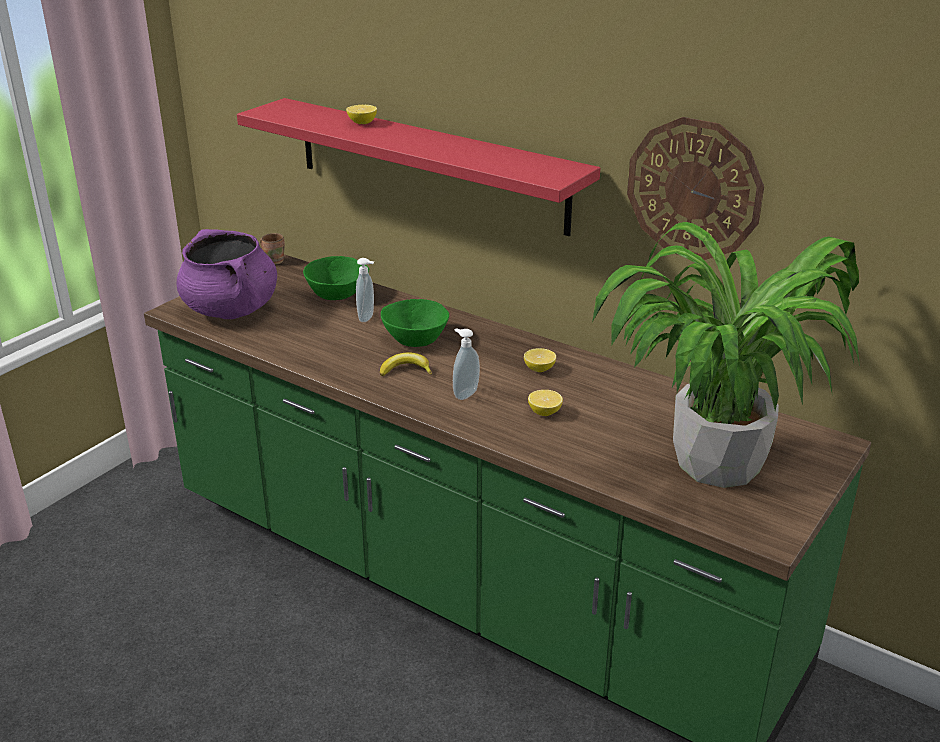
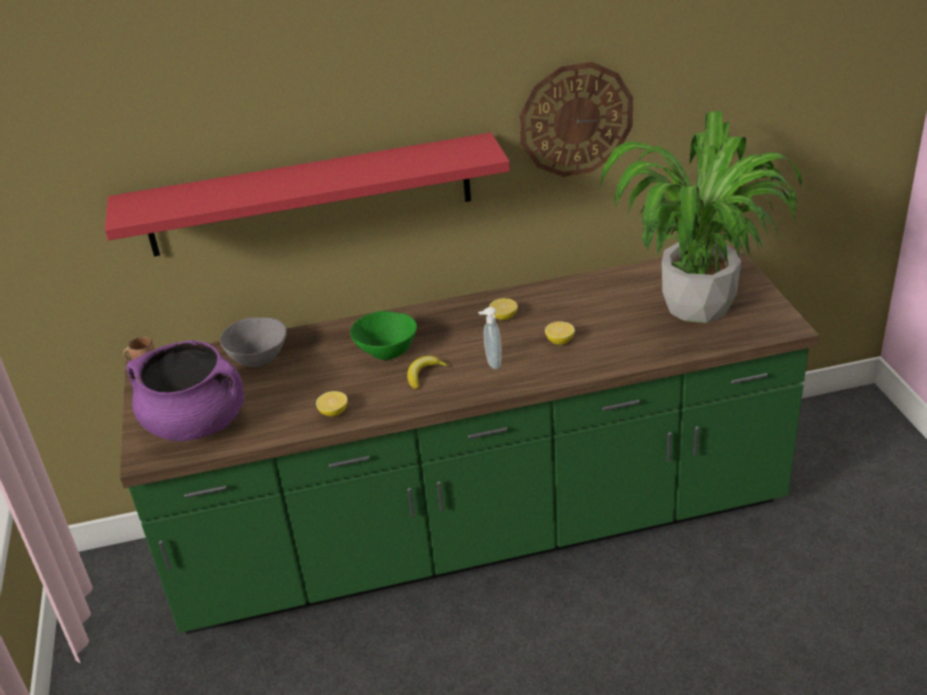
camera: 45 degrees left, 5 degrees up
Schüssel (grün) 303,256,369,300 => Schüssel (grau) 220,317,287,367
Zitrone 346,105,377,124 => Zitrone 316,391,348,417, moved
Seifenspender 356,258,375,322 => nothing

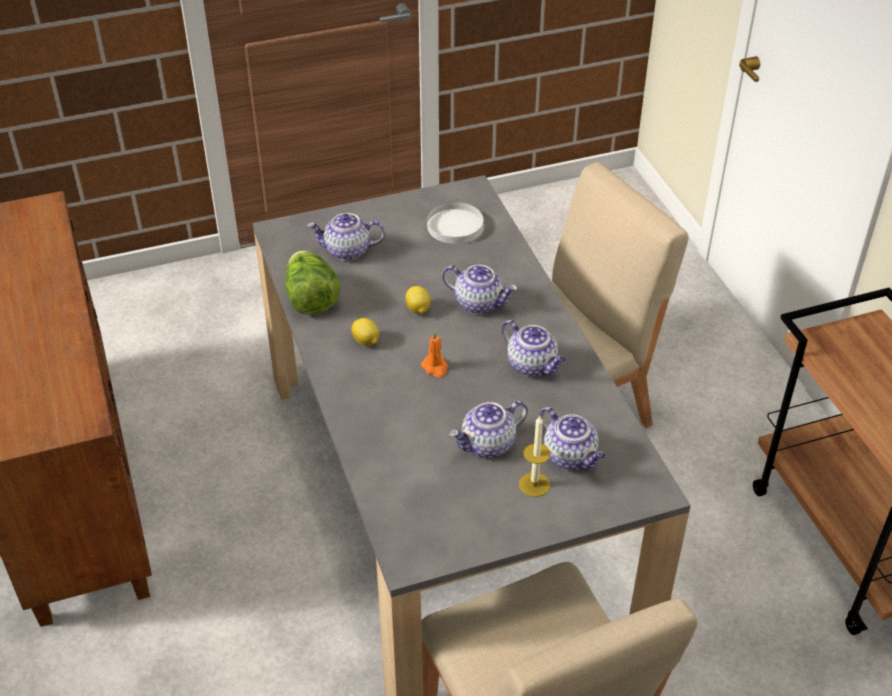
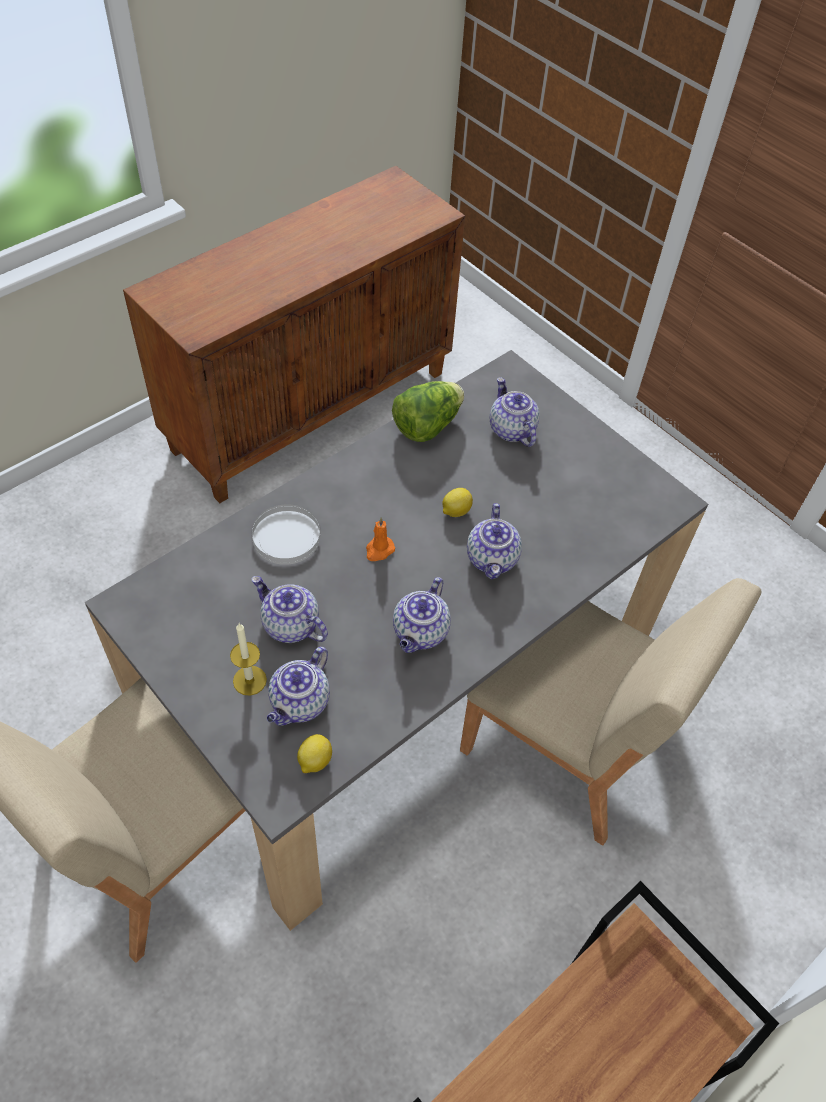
camera: 65 degrees right, 10 degrees up
Zitrone 351,318,379,346 => Zitrone 297,734,332,773, moved
Teller (weiß) 427,202,483,244 => Teller (weiß) 252,504,320,565, moved

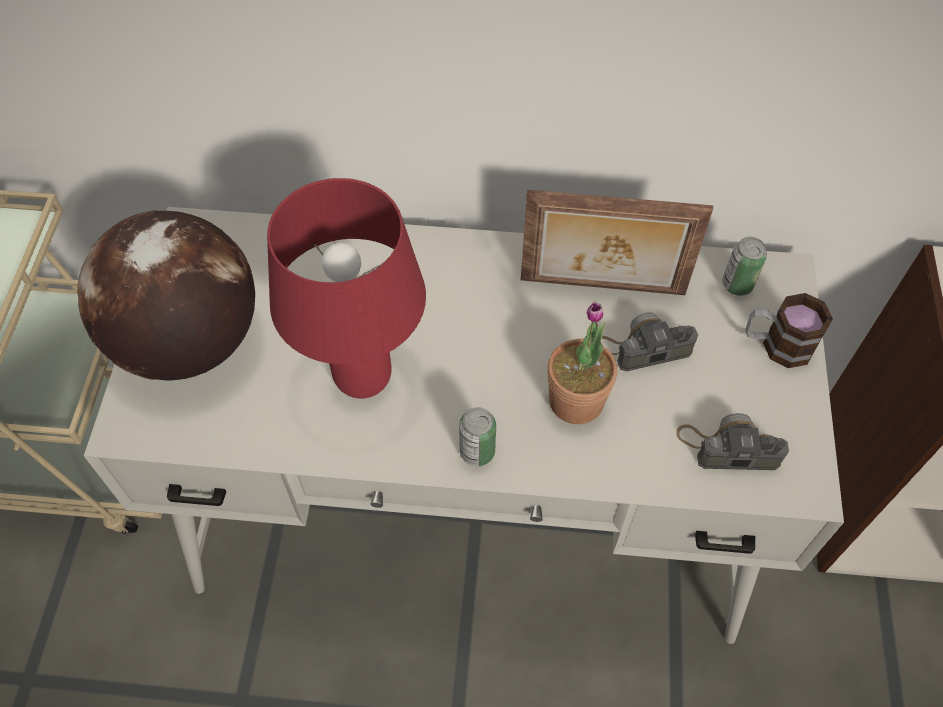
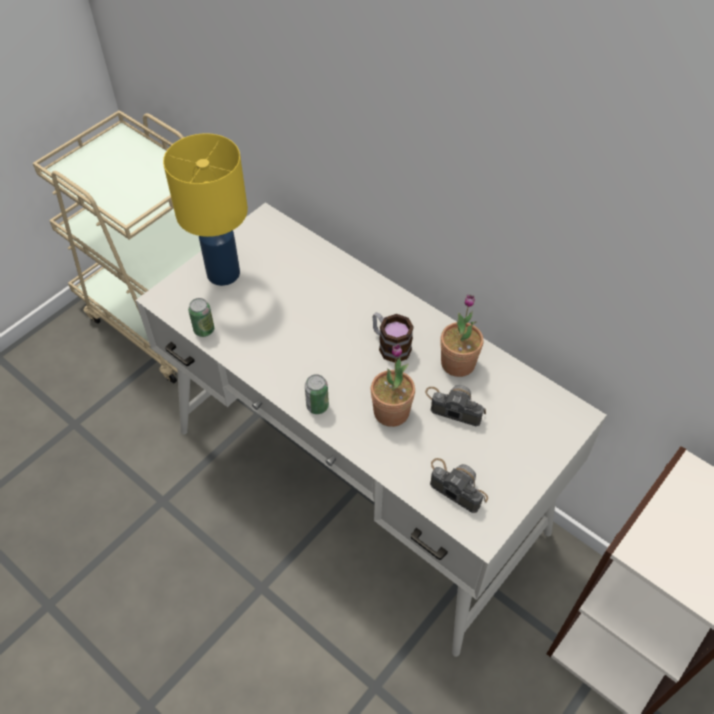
camera: 35 degrees right, 5 degrees down
Globus 77,210,255,380 => Tischlampe (gelb) 163,133,248,286
Tischlampe (rot) 267,178,426,399 => nothing
Bilderrahmen 521,190,713,295 => Topfpflanze 441,294,483,377
Dose 722,237,767,296 => Dose 188,298,214,337, moved
Henkelbecher 745,293,833,368 => Henkelbecher 372,312,414,363, moved

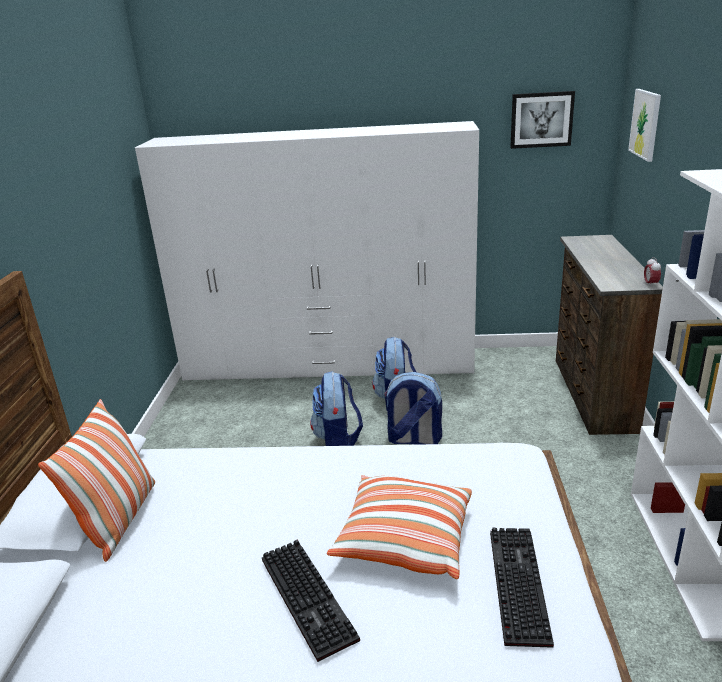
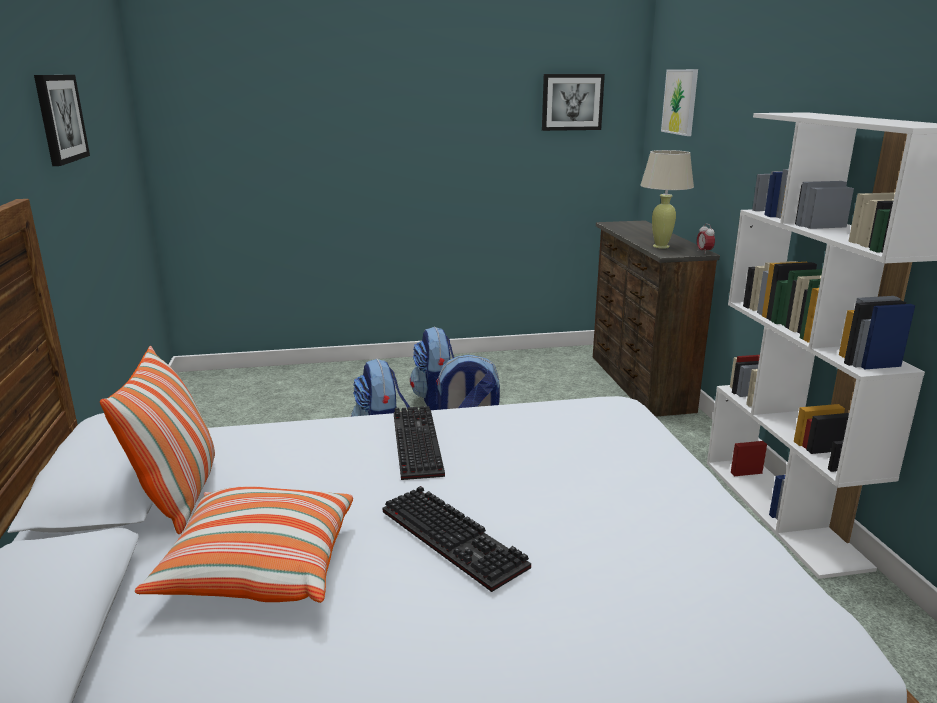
camera: 15 degrees left, 5 degrees down
Kleiderschrank (weiß) 135,121,479,381 => nothing
Kissen 327,475,472,579 => Kissen 135,486,353,603, moved
Tastatur 490,528,554,648 => Tastatur 394,406,445,480, moved
nothing => Bild 34,75,90,166
nothing => Tischlampe (beige) 640,150,694,249

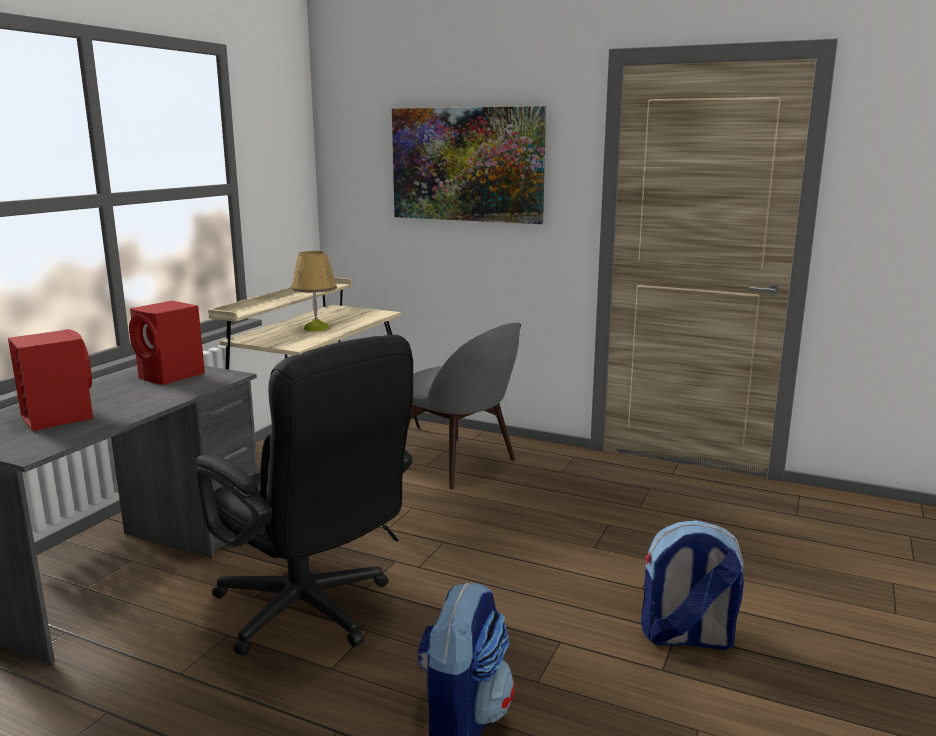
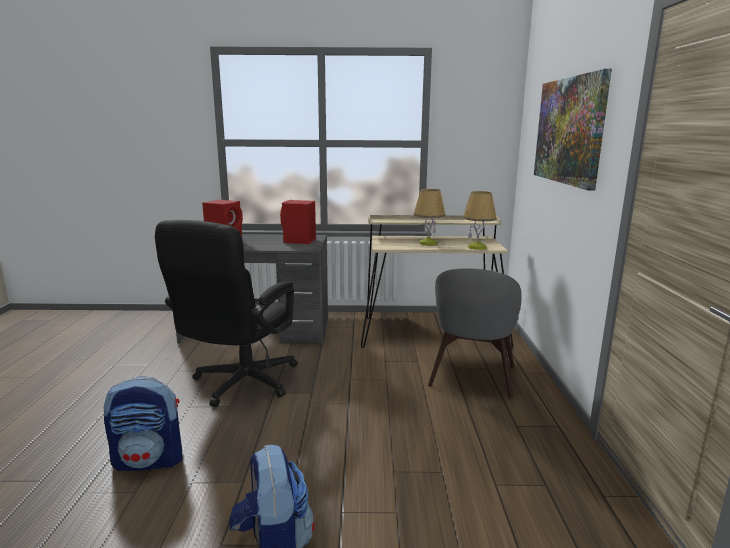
camera: 65 degrees right, 0 degrees up
nothing => Tischlampe 463,191,496,250

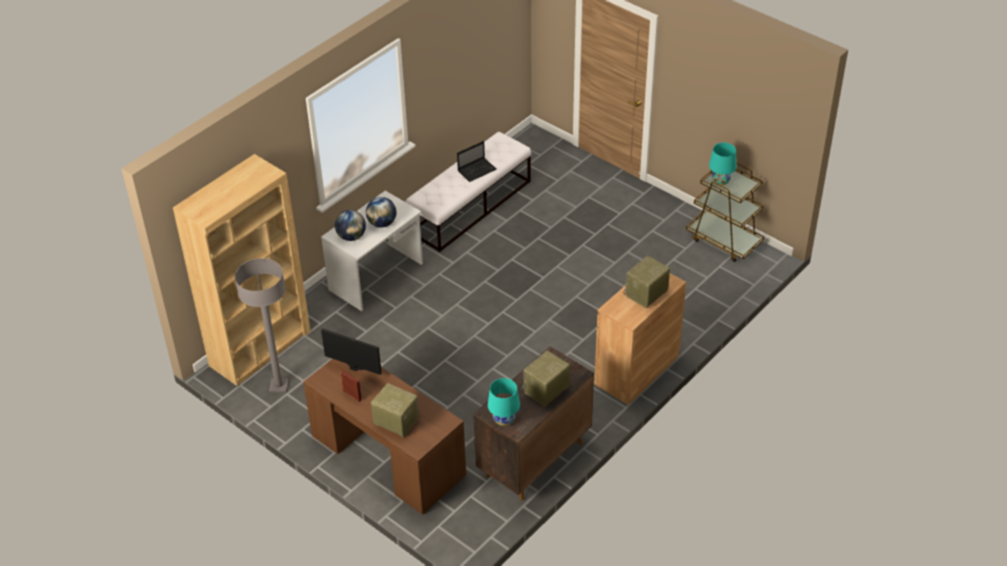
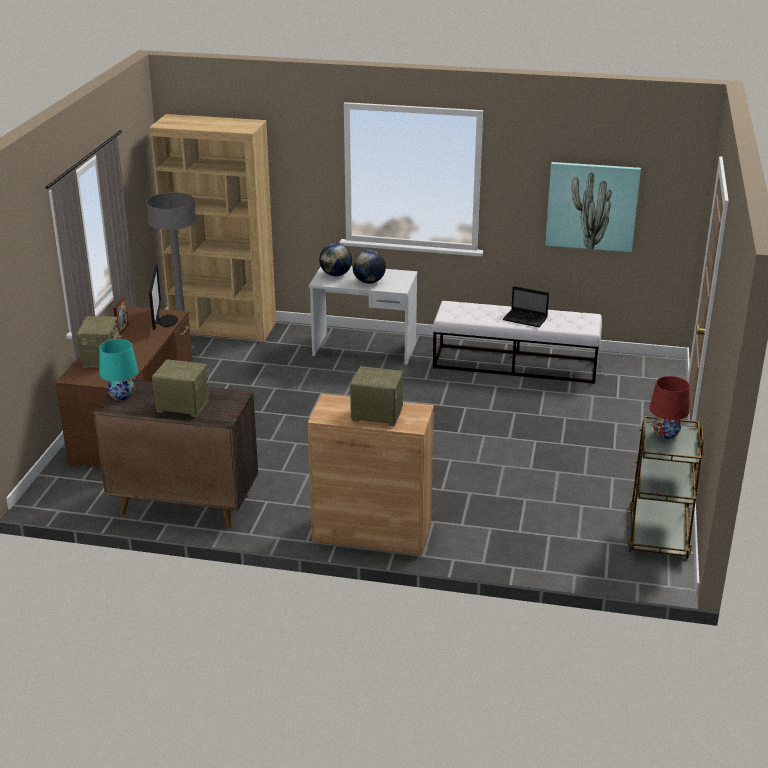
camera: 60 degrees right, 15 degrees down
Tischlampe (türkis) 709,142,736,185 => Tischlampe (rot) 649,376,690,439
nothing => Bild 545,162,641,252

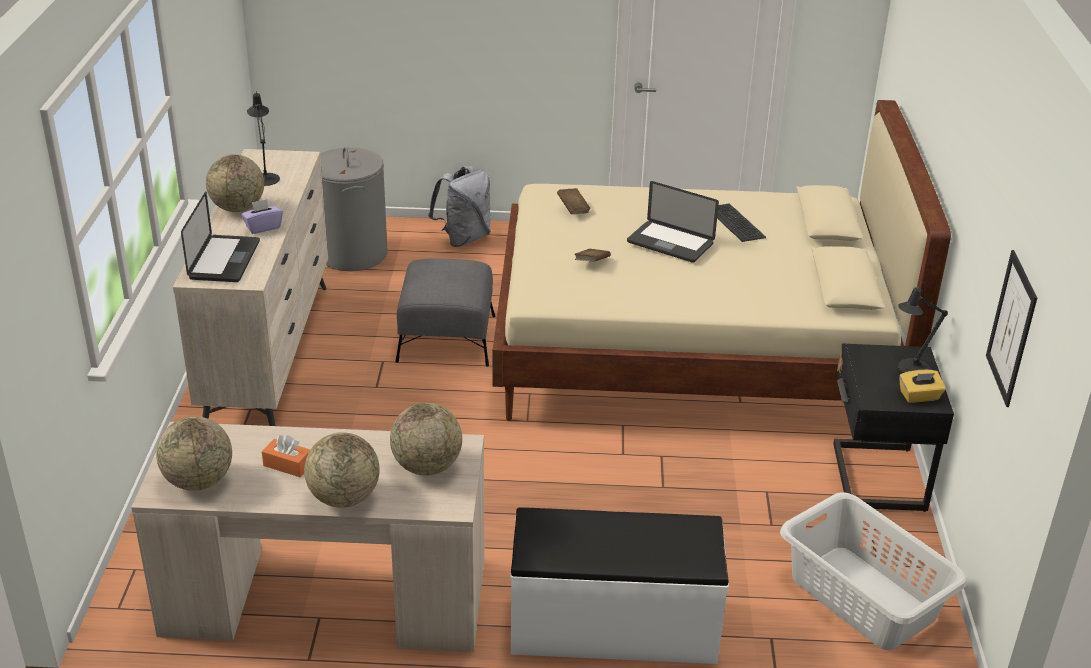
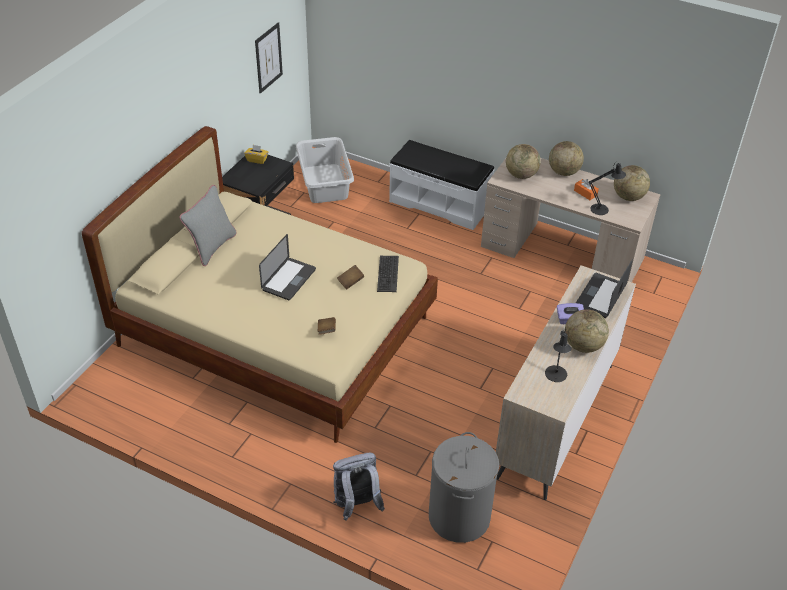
camera: 155 degrees left, 10 degrees up
Polsterhocker (grau) 395,259,496,366 => nothing
Laptop 627,181,719,263 => Laptop 259,234,316,300, 60 degrees clockwise
Tastatur 717,203,766,242 => Tastatur 377,256,399,292, moved
Tischlampe (schwarz) 898,283,948,373 => Tischlampe (schwarz) 589,161,626,215, moved
nothing => Kissen (grau) 179,185,237,266

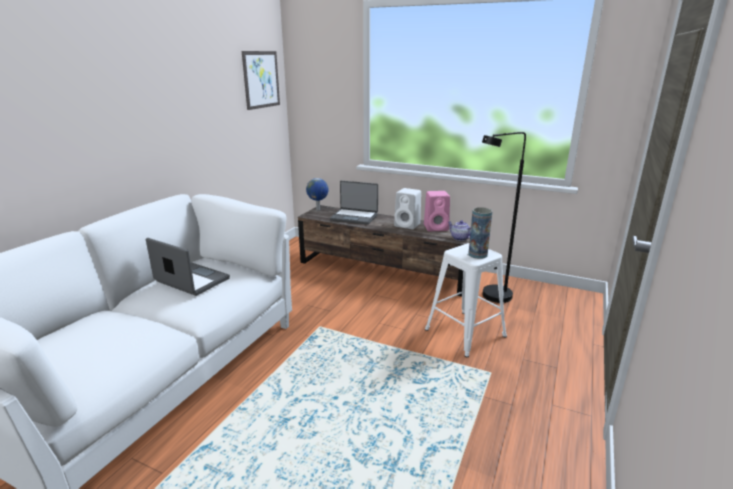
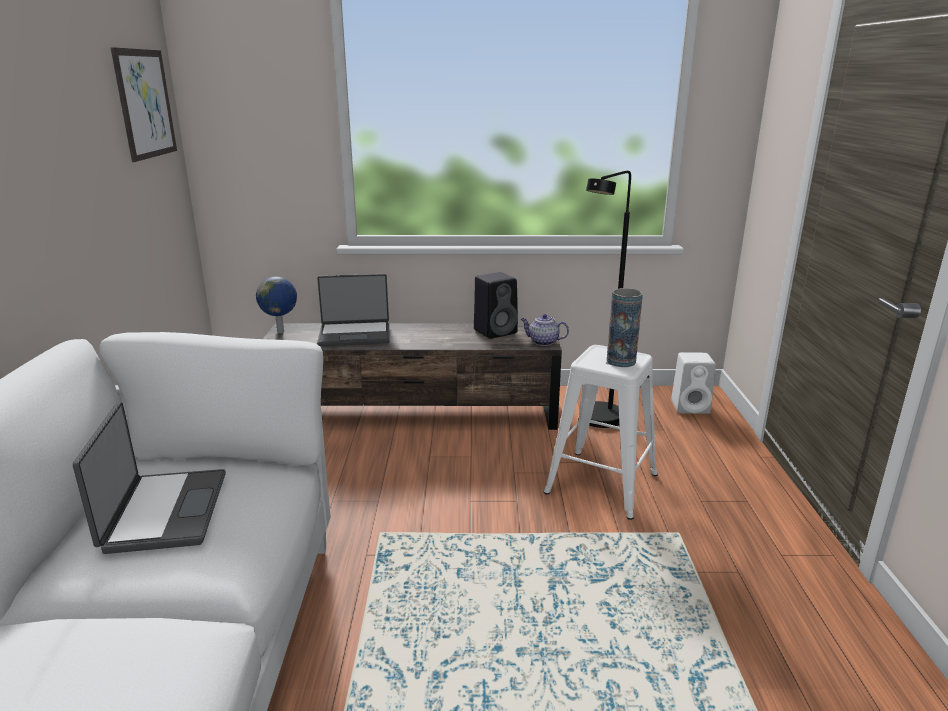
camera: 25 degrees left, 0 degrees up
Laptop 146,238,230,296 => Laptop 73,402,226,554, 75 degrees clockwise
Lautsprecher (weiß) 394,188,421,229 => Lautsprecher (weiß) 671,352,716,414, moved
Lautsprecher (rosa) 424,191,450,231 => Lautsprecher (schwarz) 474,272,518,339

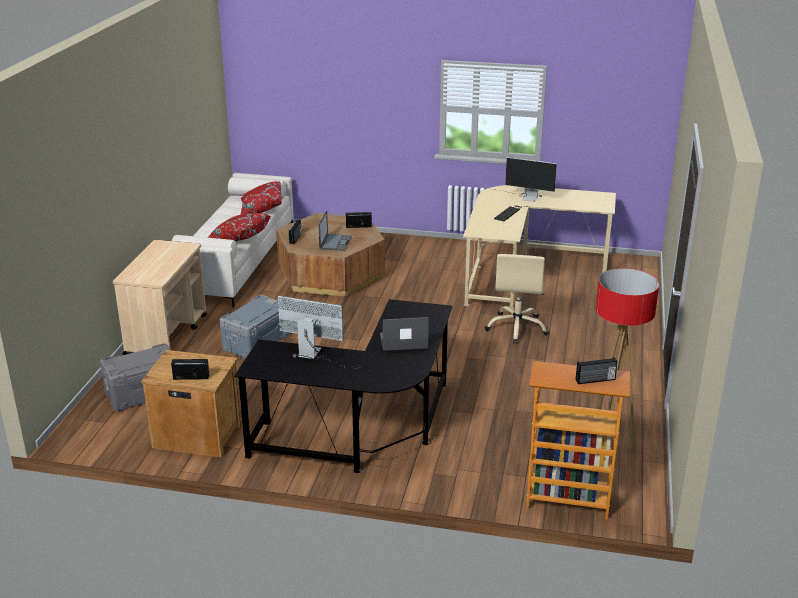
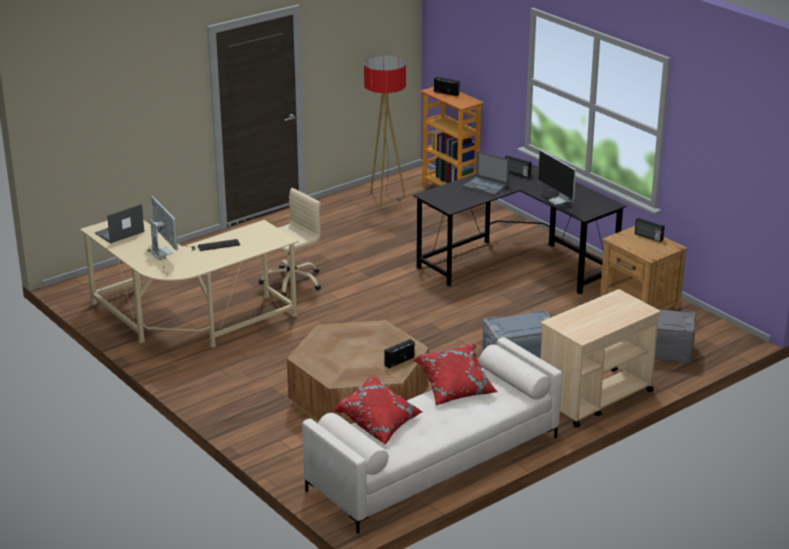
camera: 140 degrees left, 0 degrees up
Laptop 319,211,352,251 => Laptop 95,204,144,243, moved
Radio 346,212,372,228 => Radio 505,155,532,177, moved

